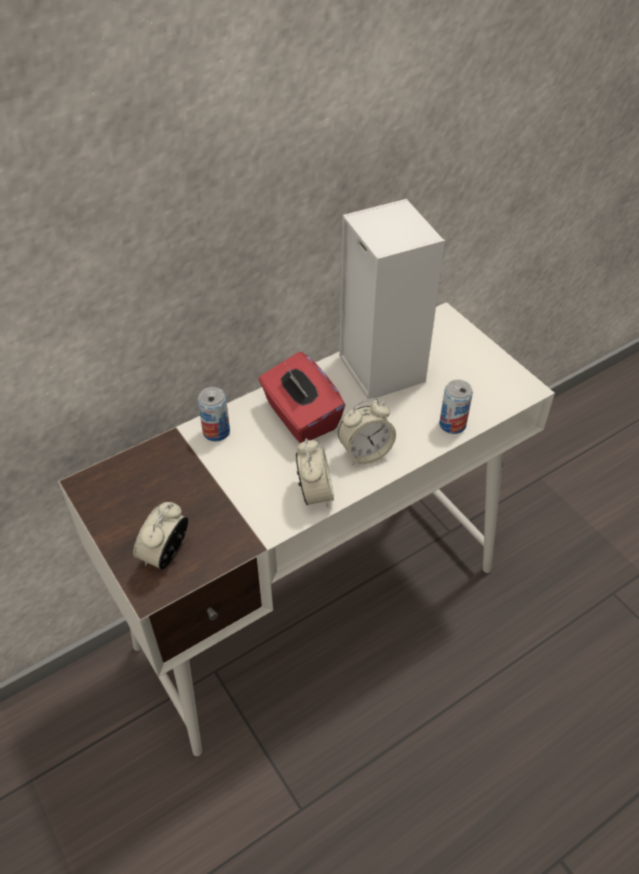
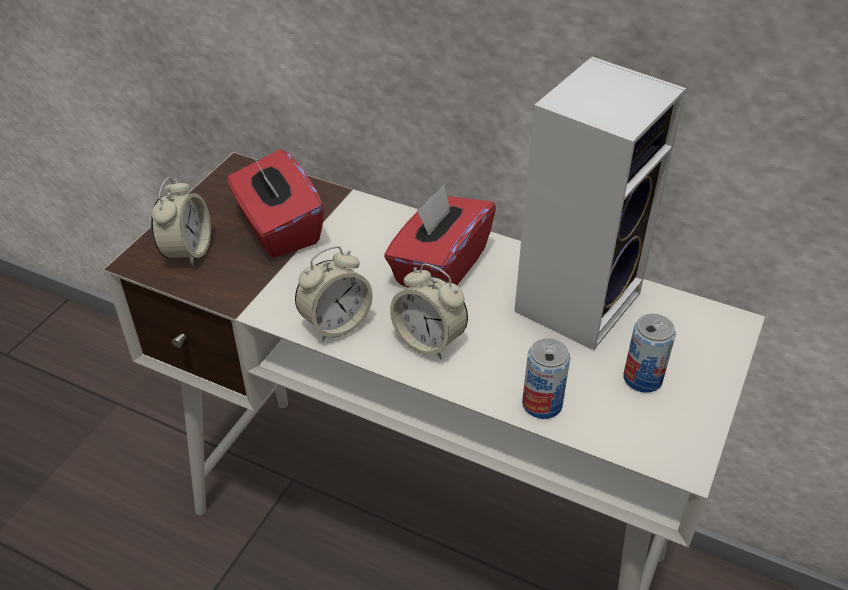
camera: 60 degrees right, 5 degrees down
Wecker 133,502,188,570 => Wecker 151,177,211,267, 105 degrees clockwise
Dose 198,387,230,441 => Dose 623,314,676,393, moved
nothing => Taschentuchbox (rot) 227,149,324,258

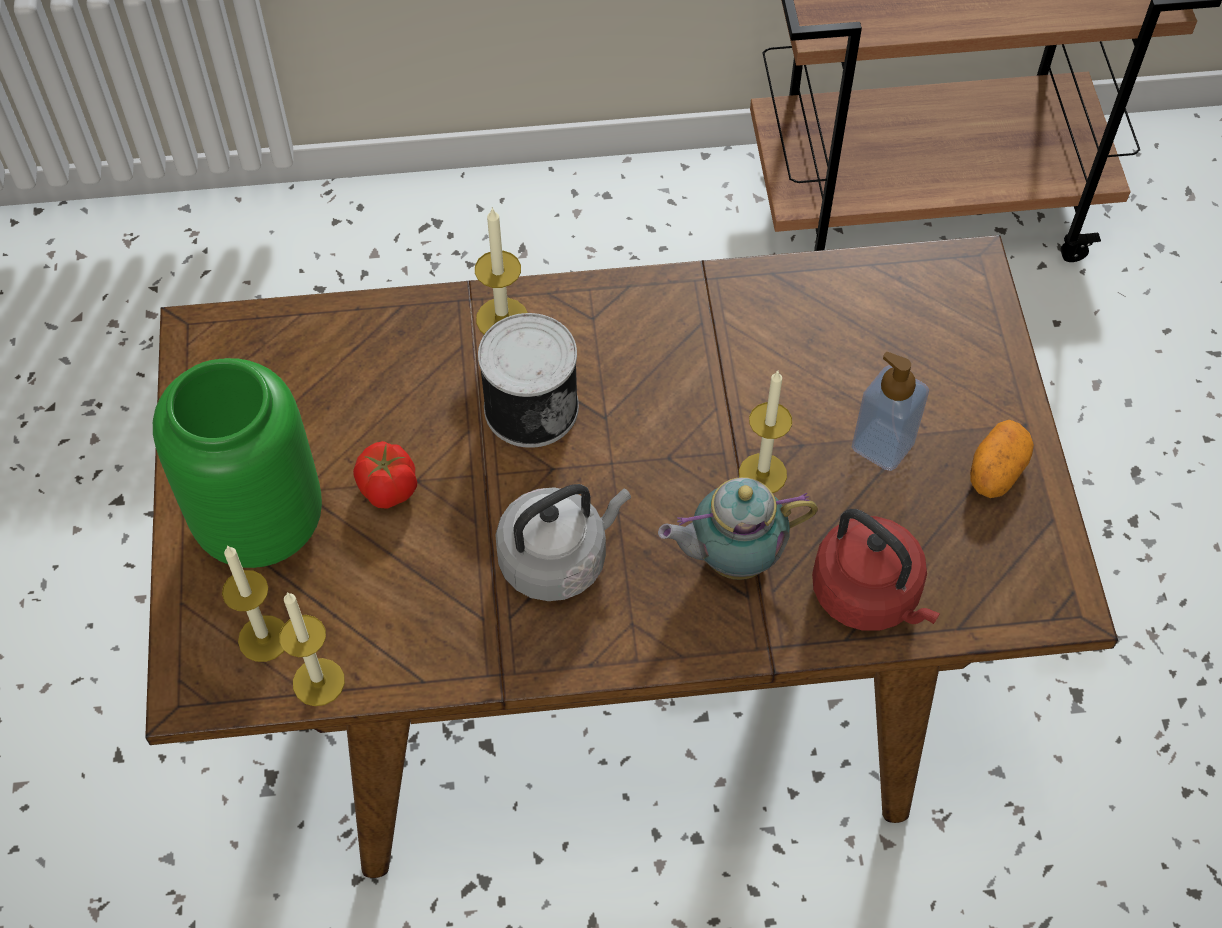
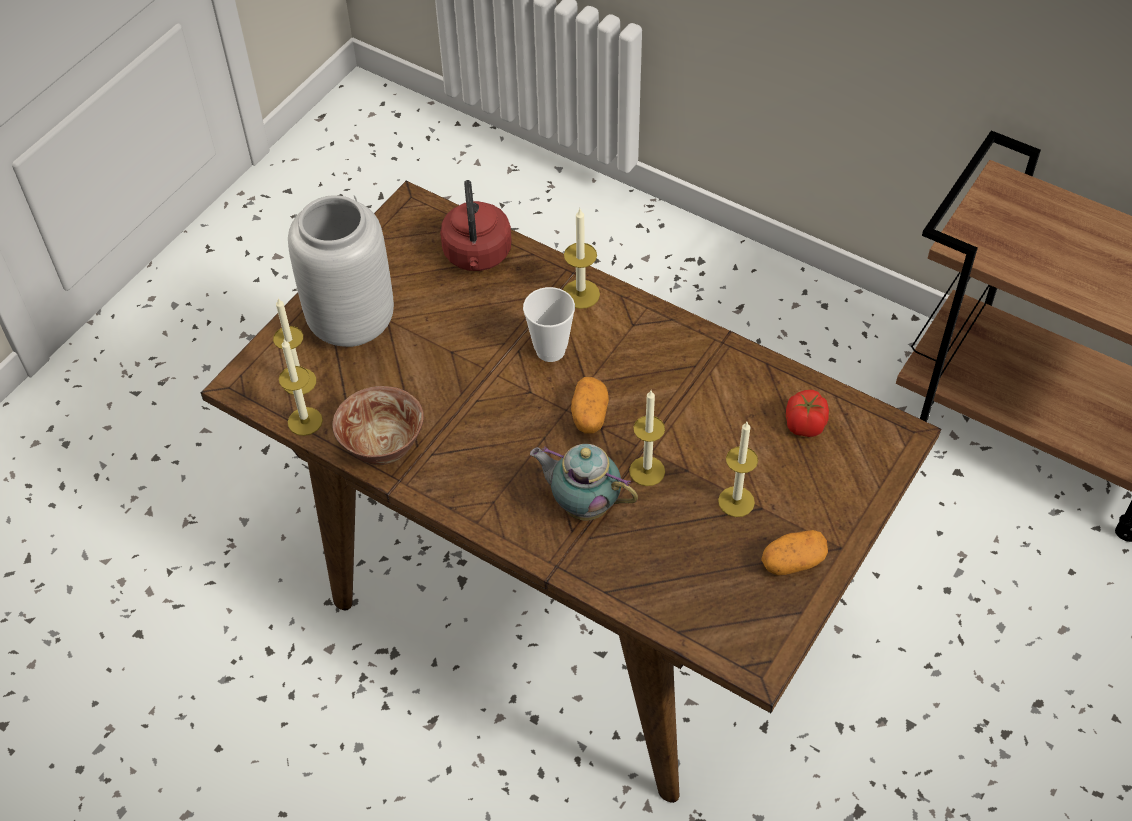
camera: 40 degrees right, 5 degrees down
Vase (grün) 153,358,322,568 => Vase (grau) 288,195,394,347
Tomate 353,441,417,509 => Tomate 786,390,829,437, moved
Dose 478,313,579,448 => Tasse 523,287,575,362
Wasserkessel (grau) 495,484,631,601 => nothing
Wasserkessel (rot) 812,509,940,631 => Wasserkessel (rot) 440,180,512,271, moved
Seifenspender 852,352,929,471 => Kerze 718,422,758,517
nothing => Schüssel 332,386,424,465
nothing => Kartoffel 571,377,609,433

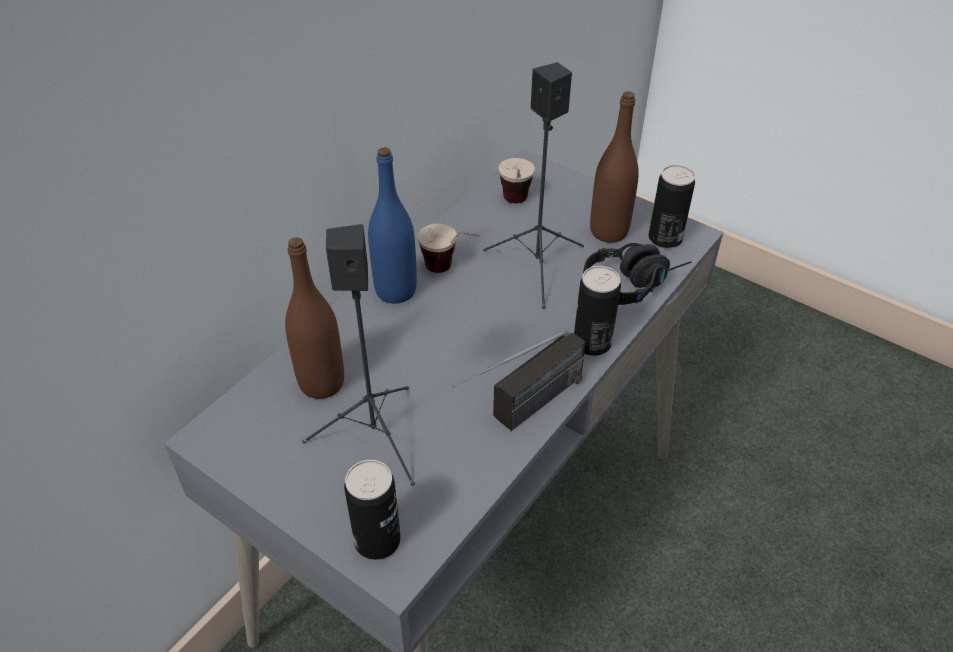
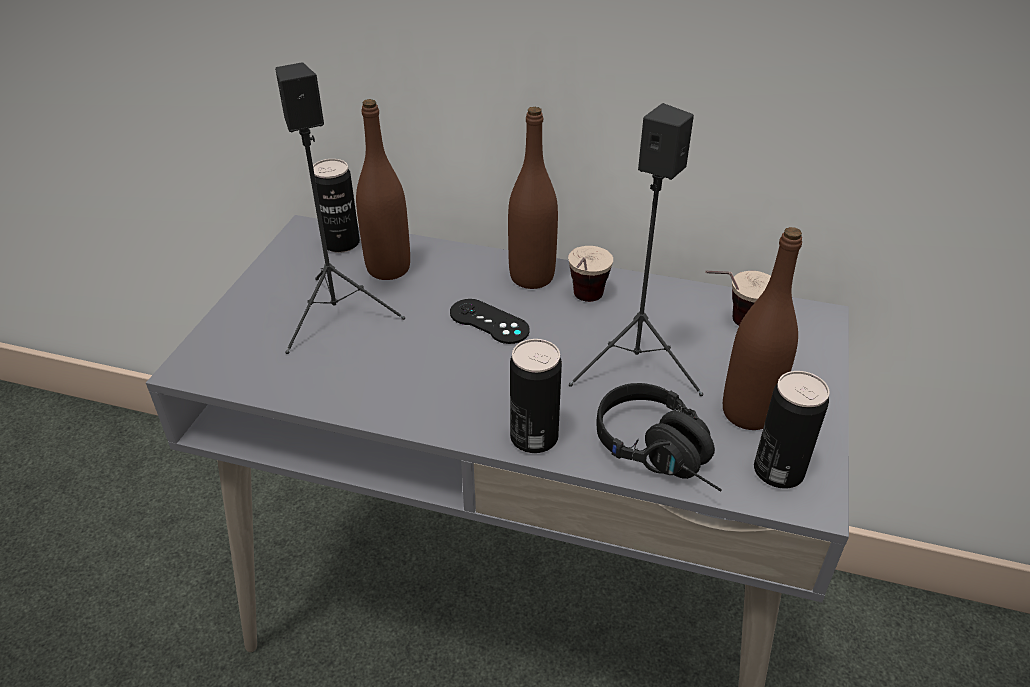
camera: 70 degrees right, 5 degrees down
Dose 344,460,401,560 => Dose 313,159,360,253, moved
Flasche (blau) 368,147,417,304 => Flasche (braun) 508,107,558,289
Radio 451,330,586,431 => nothing
nothing => Gamepad (schwarz) 450,299,530,344

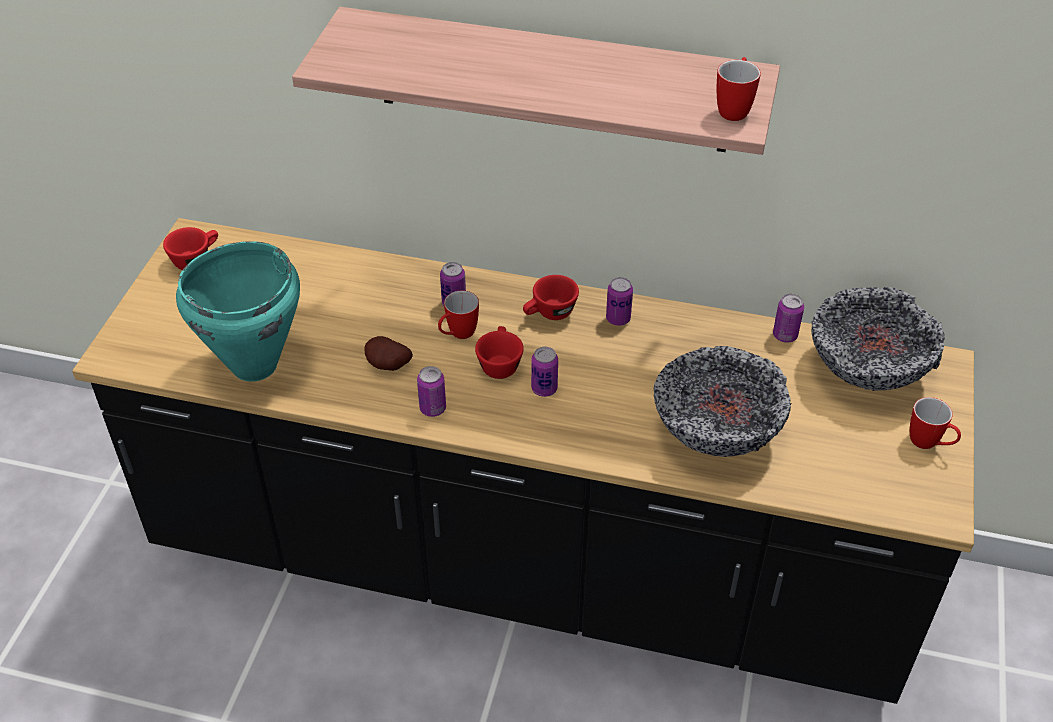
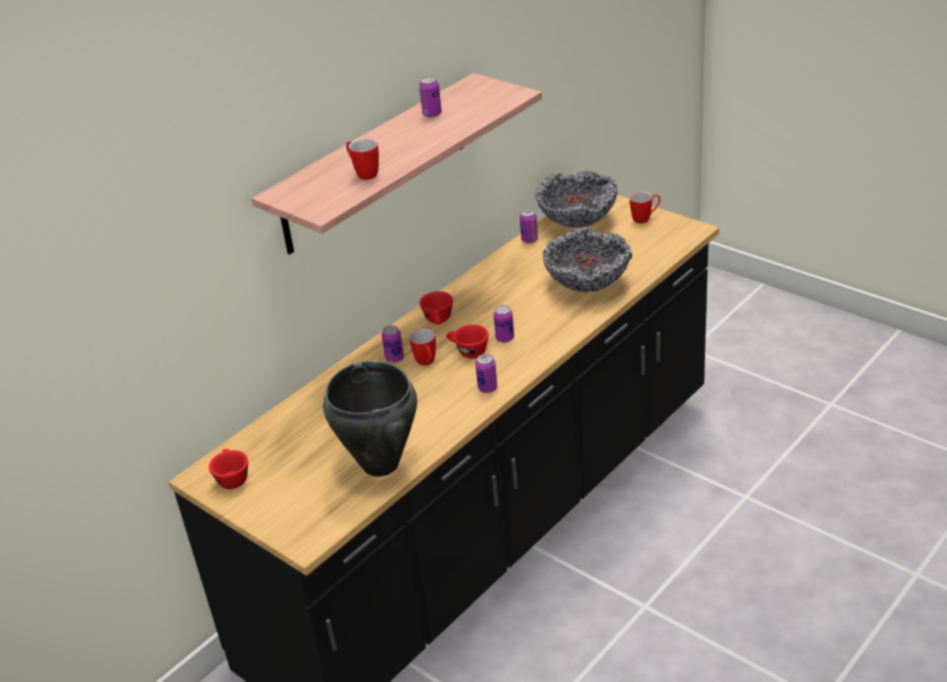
camera: 60 degrees left, 10 degrees down
Kochtopf (türkis) 176,241,300,382 => Kochtopf (schwarz) 323,361,417,477
Kartoffel 365,336,413,371 => nothing
Dose 606,277,633,326 => Dose 419,77,442,117, moved
Henkelbecher 717,57,761,121 => Henkelbecher 346,138,379,180, moved

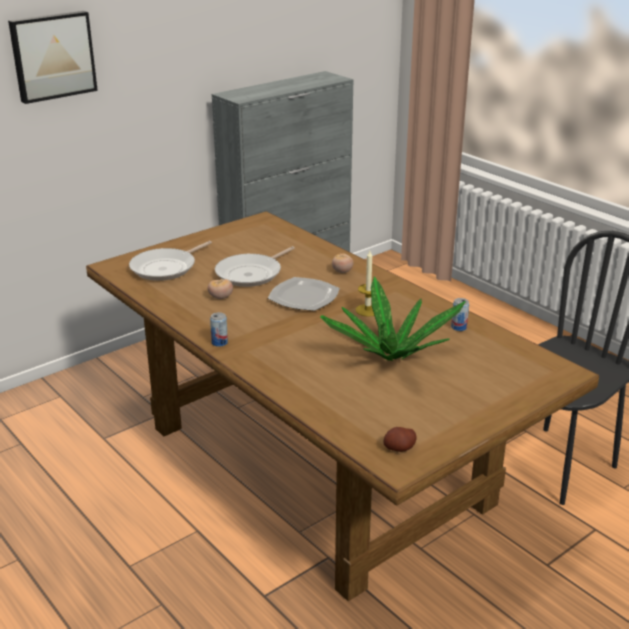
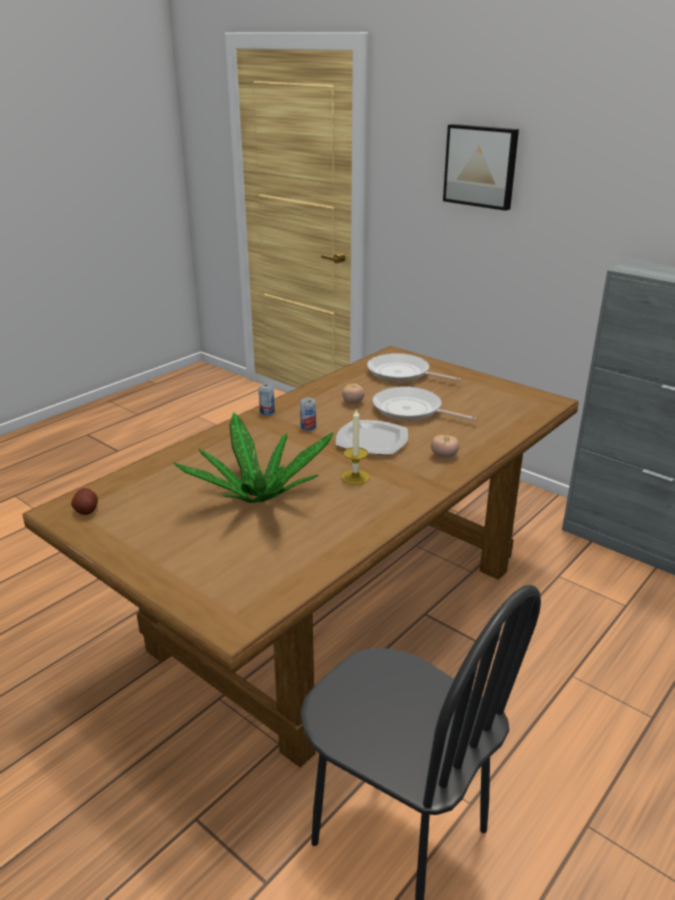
camera: 80 degrees right, 0 degrees up
Dose 451,298,469,331 => Dose 300,398,316,430, moved

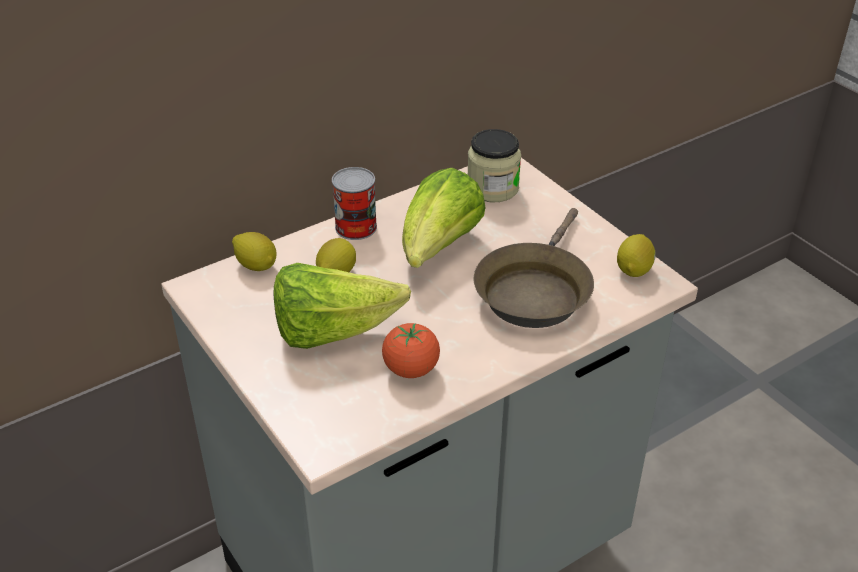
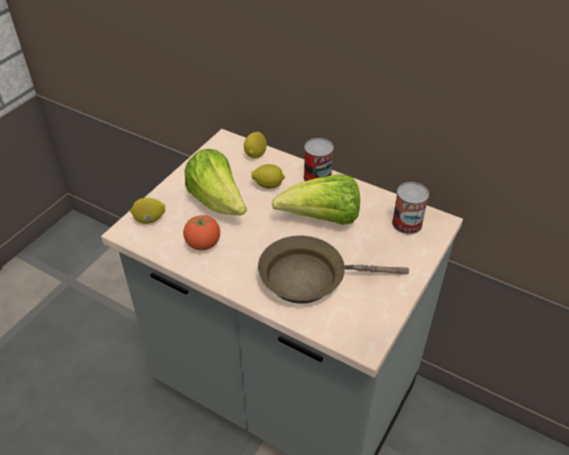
camera: 65 degrees right, 5 degrees up
Vorratsglas 468,129,521,202 => Dose 392,182,429,234
Zitrone 617,234,656,277 => Zitrone 130,198,165,224, moved

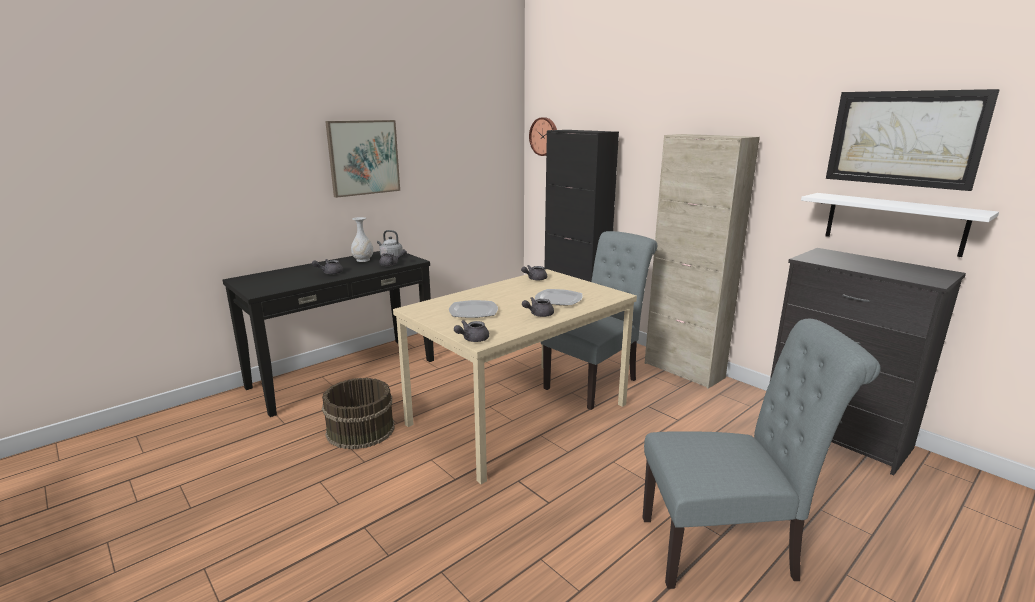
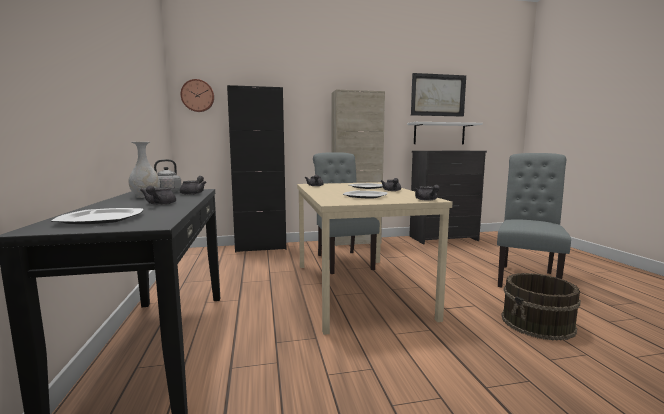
camera: 60 degrees left, 10 degrees down
Eimer (braun) 322,378,394,450 => Eimer (braun) 501,273,581,341, moved
Bild 325,120,400,198 => nothing
nothing => Teller 51,208,143,224

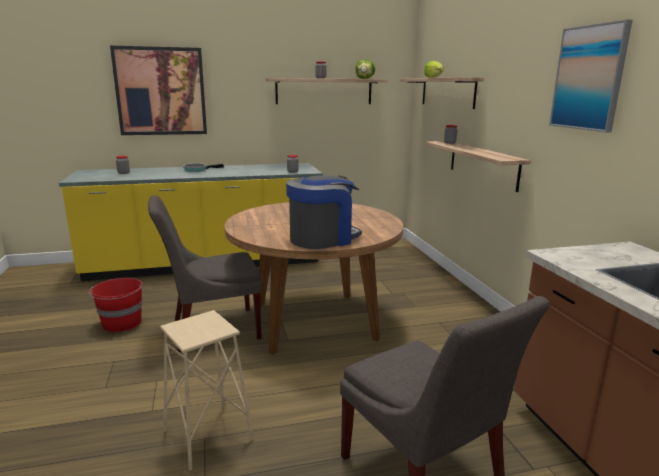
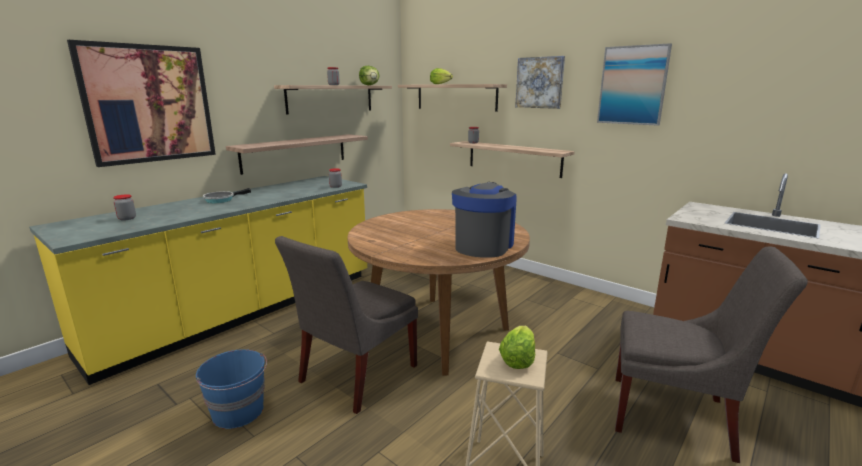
camera: 35 degrees left, 0 degrees up
Eimer (rot) 89,278,143,332 => Eimer (blau) 196,349,267,429
nothing => Wandregal 226,134,368,175
nothing => Salatkopf 499,326,535,369
nothing => Bild 515,56,565,109

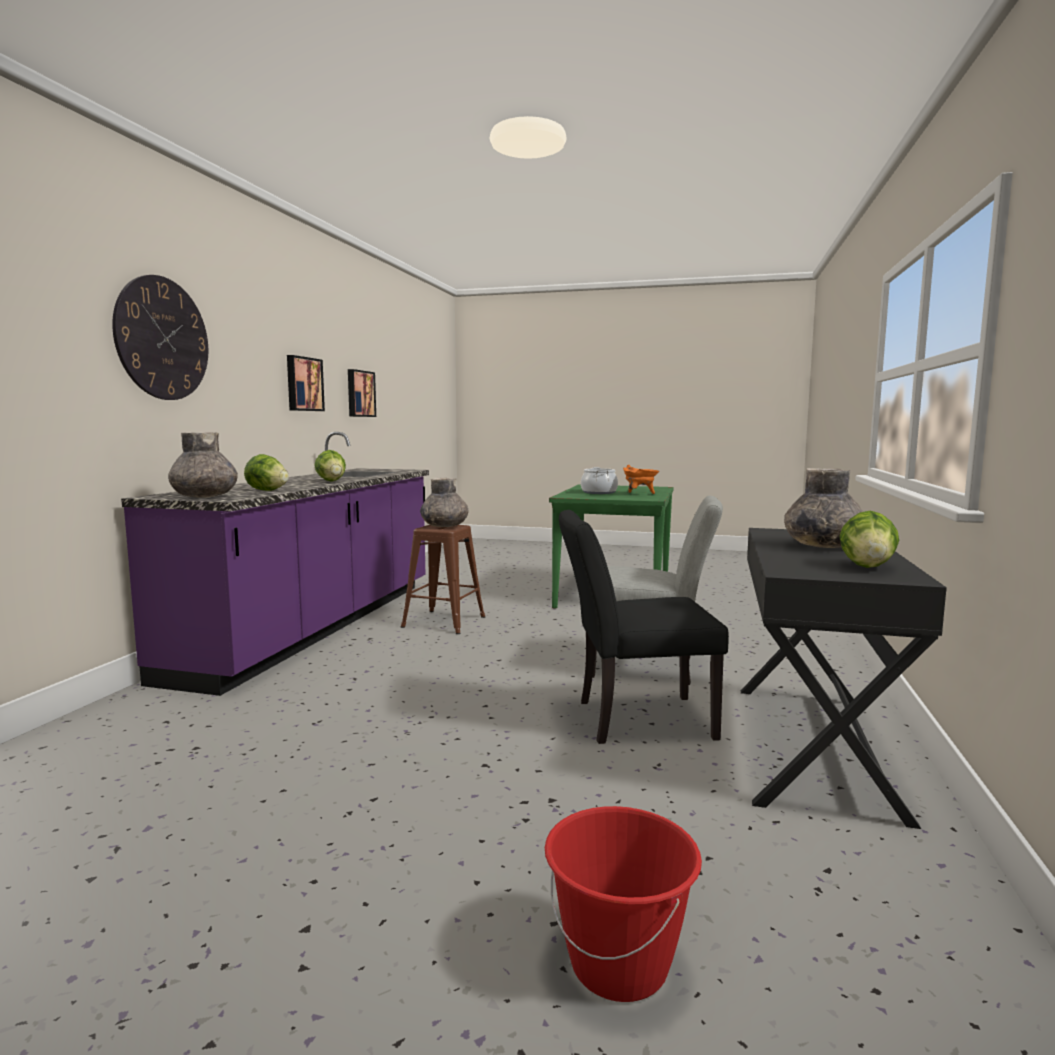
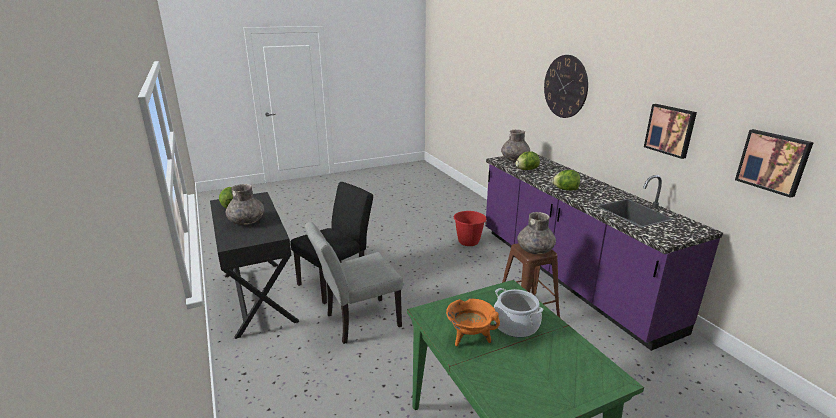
camera: 140 degrees right, 15 degrees up
Eimer (rot) 545,806,702,1002 => Eimer (rot) 453,211,487,246, moved

